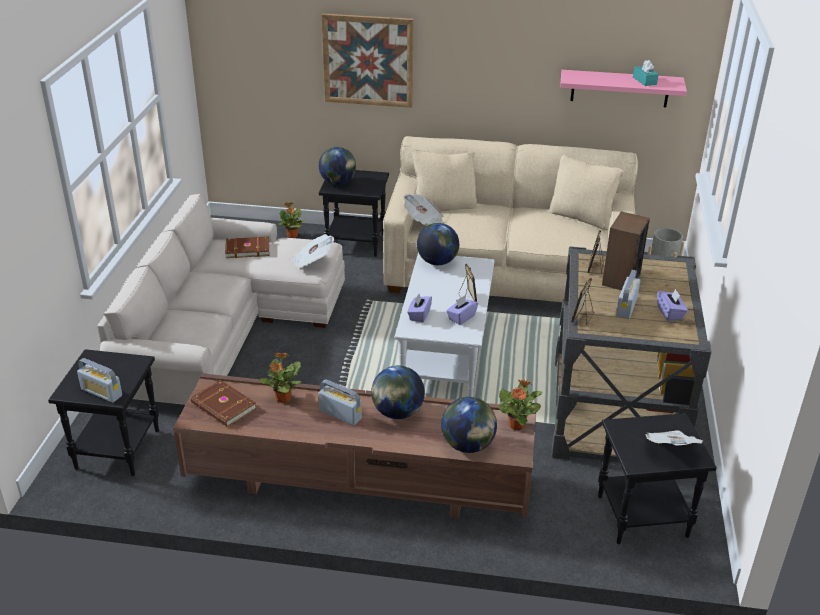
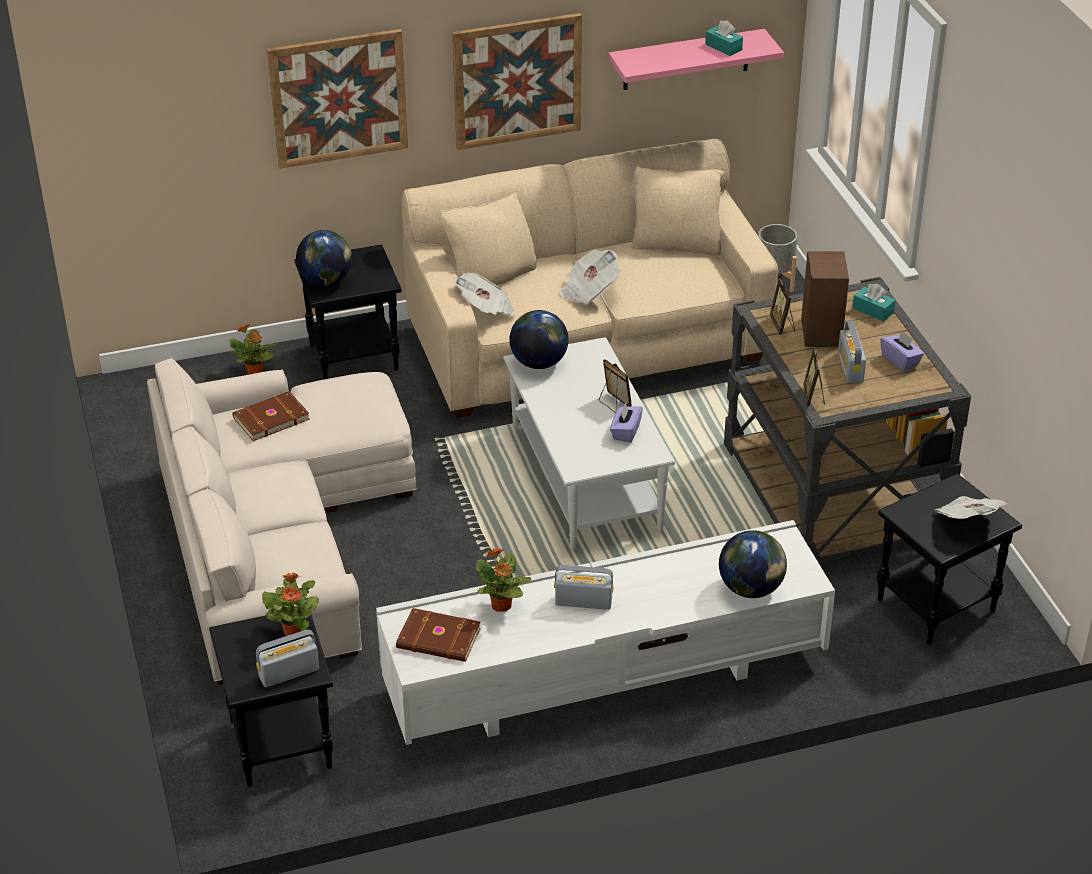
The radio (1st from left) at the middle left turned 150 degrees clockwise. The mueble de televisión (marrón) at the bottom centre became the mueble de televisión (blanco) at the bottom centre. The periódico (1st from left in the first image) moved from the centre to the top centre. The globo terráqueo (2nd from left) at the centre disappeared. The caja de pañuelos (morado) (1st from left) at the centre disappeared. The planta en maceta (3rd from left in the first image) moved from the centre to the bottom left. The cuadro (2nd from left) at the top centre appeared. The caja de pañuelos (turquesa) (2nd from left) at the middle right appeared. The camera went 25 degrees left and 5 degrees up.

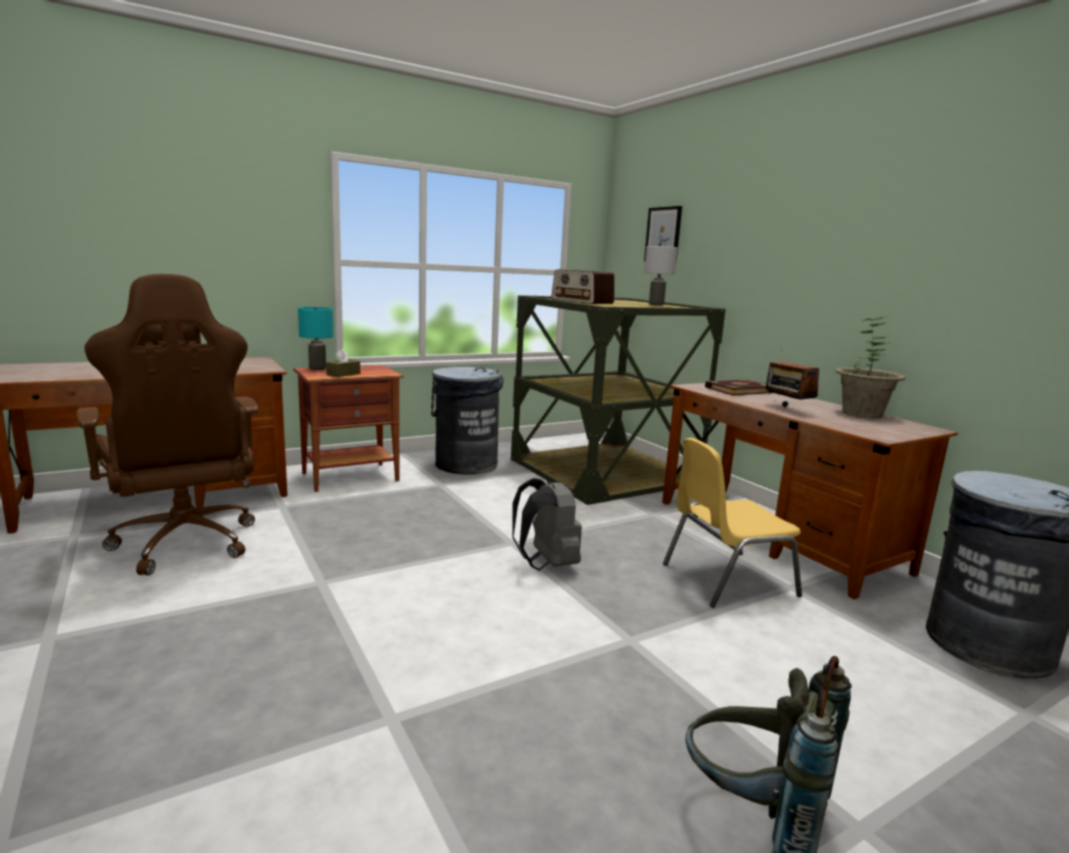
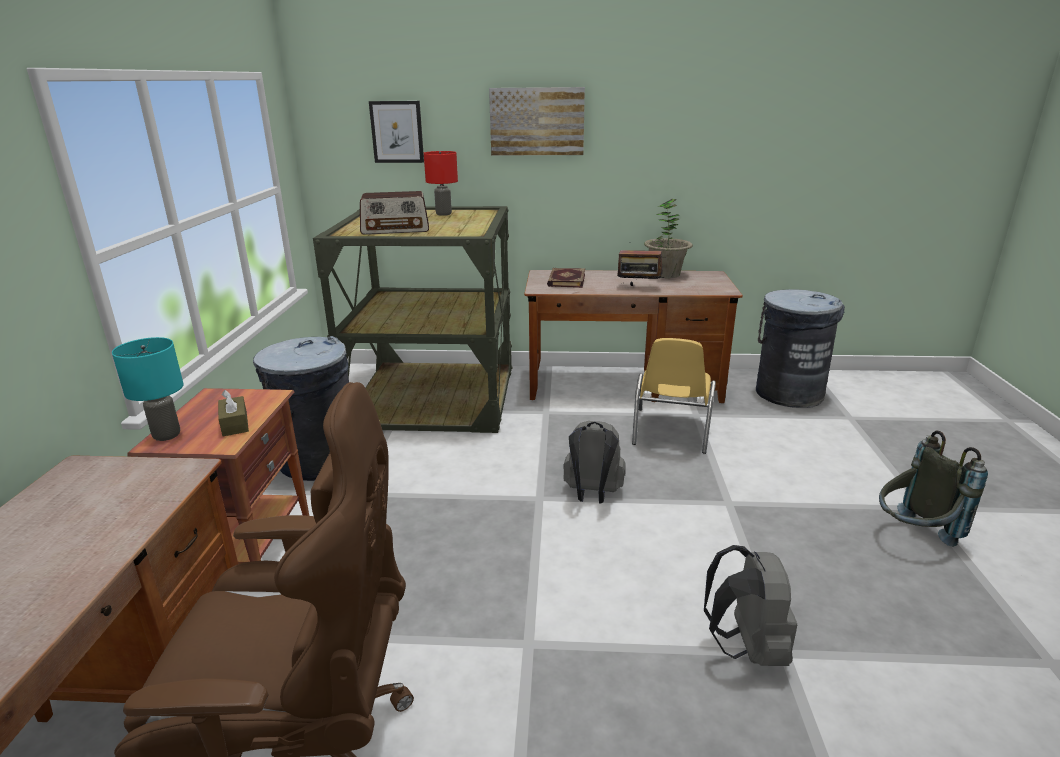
The lámpara de mesa (blanco) at the top centre became the lámpara de mesa (rojo) at the top centre. The cuadro (2nd from left) at the top centre appeared. The mochila (gris) (2nd from left) at the bottom right appeared. The camera went 55 degrees left and 10 degrees up.

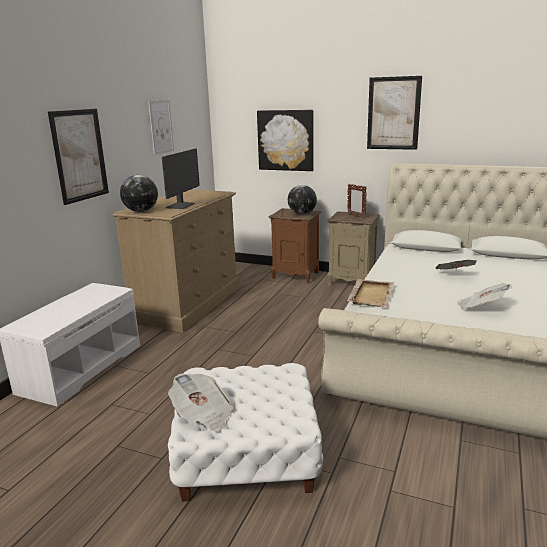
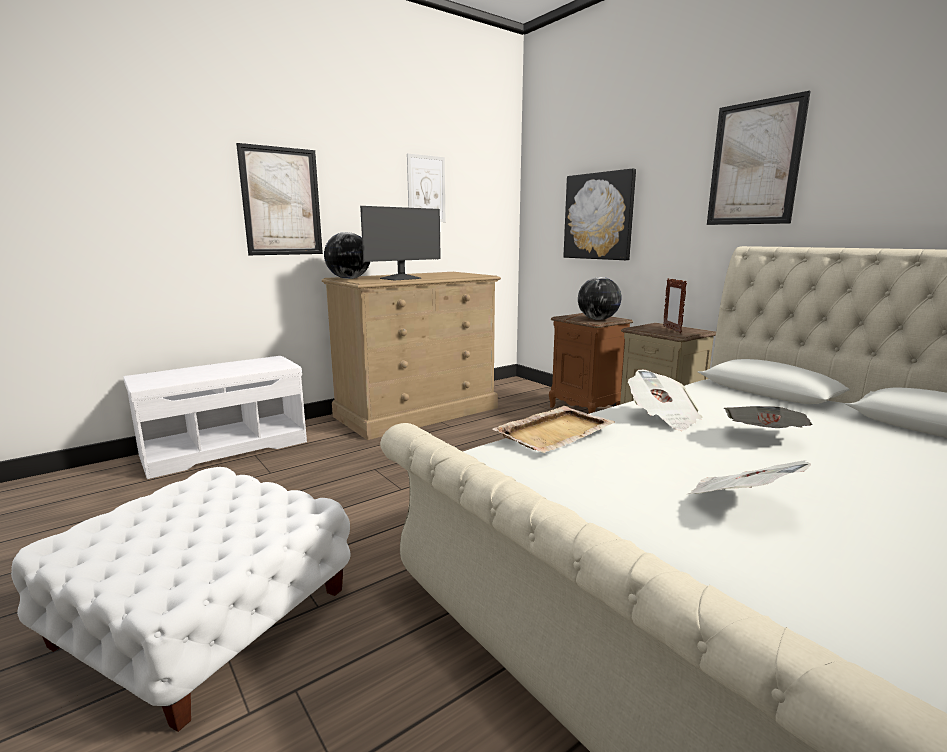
The periódico (1st from left) moved from the bottom centre to the middle right. The camera went 30 degrees right and 5 degrees down.

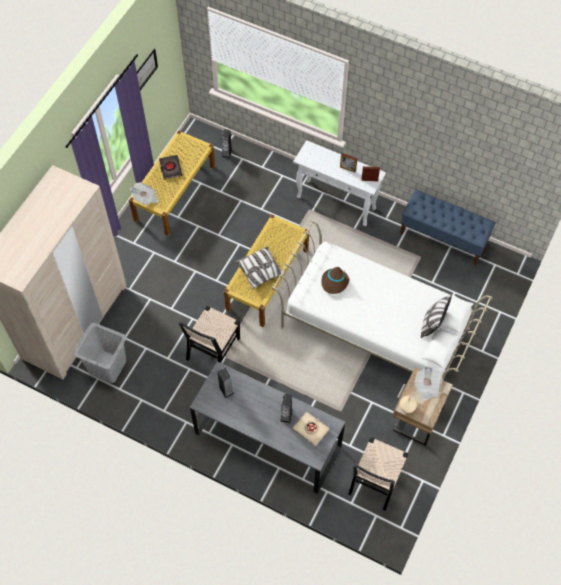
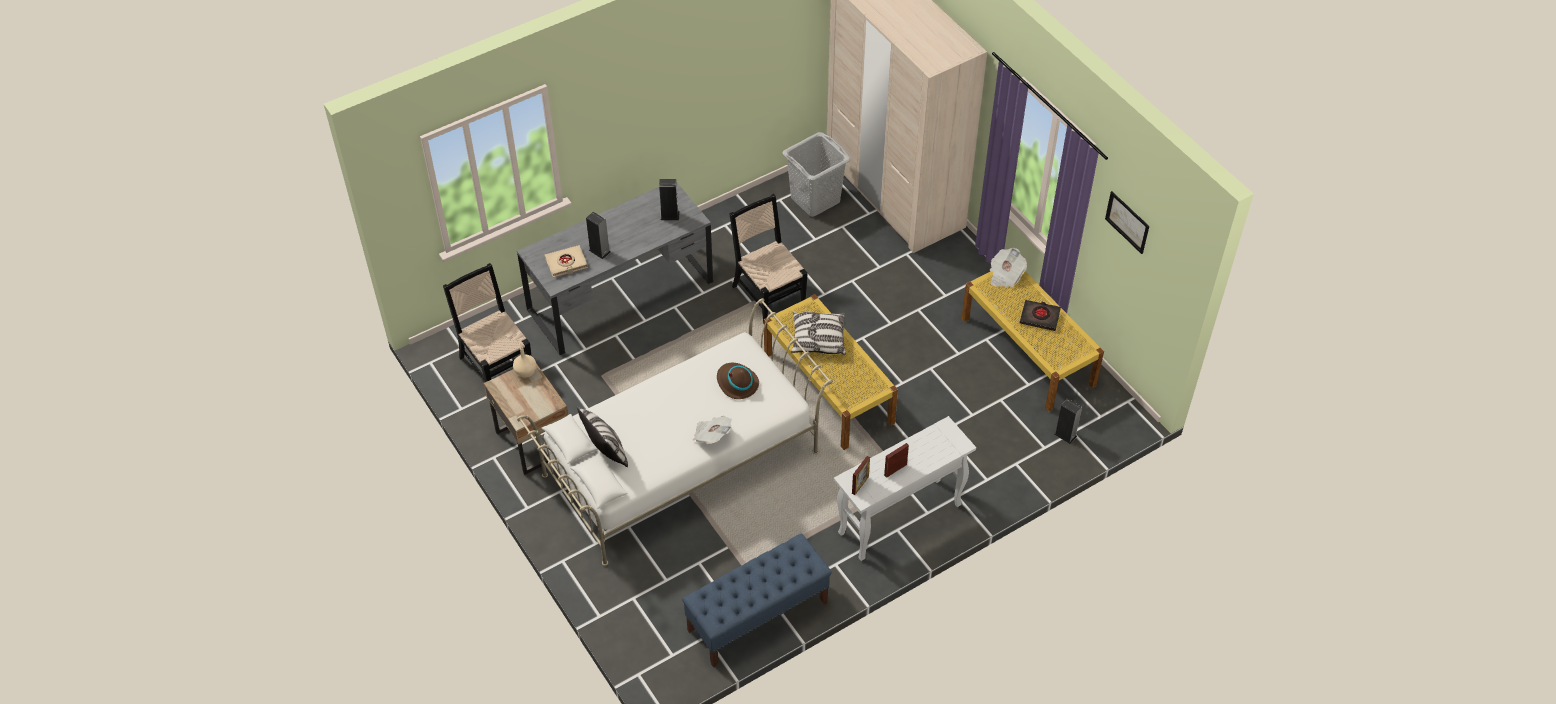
The periódico (2nd from left in the first image) moved from the middle right to the centre. The camera went 120 degrees right and 10 degrees down.

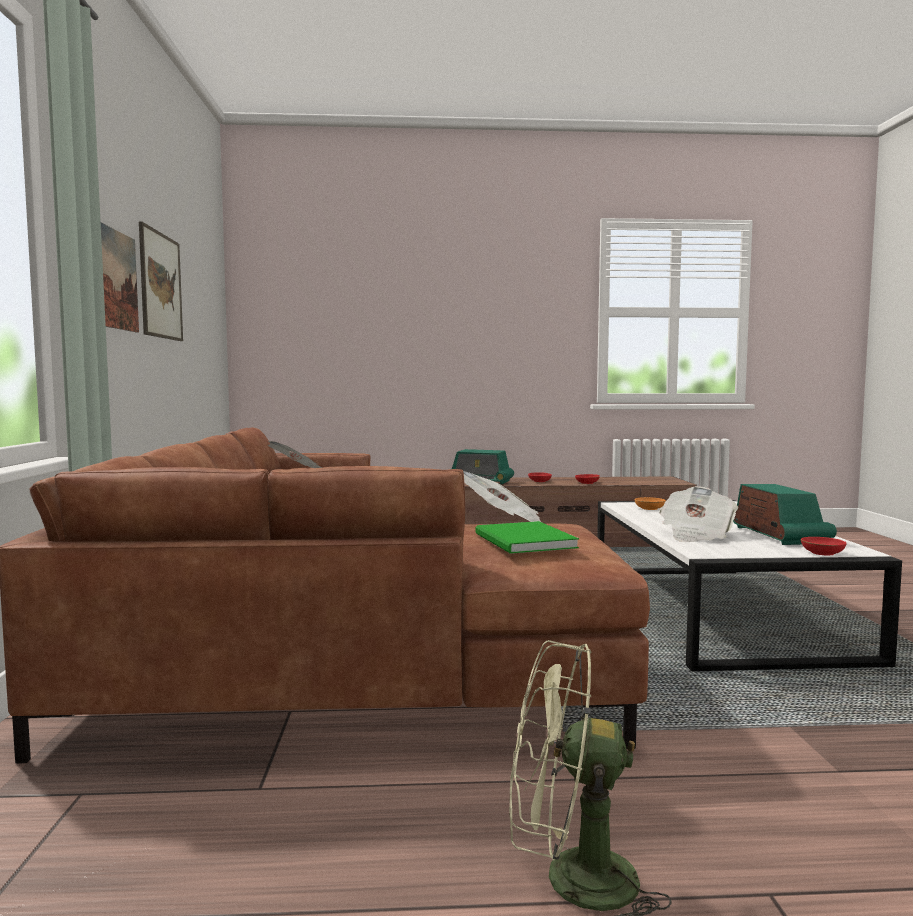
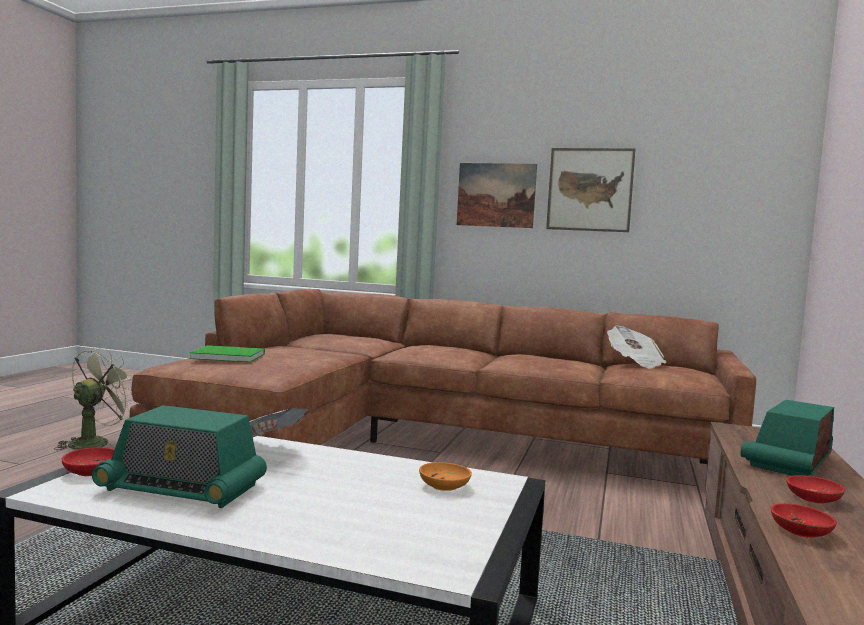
The periódico (2nd from left) at the centre disappeared. The camera went 110 degrees right and 0 degrees up.

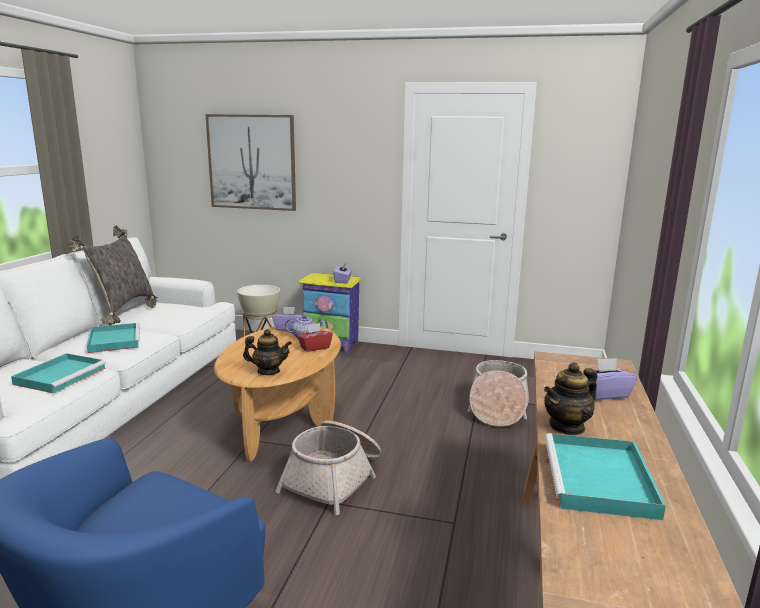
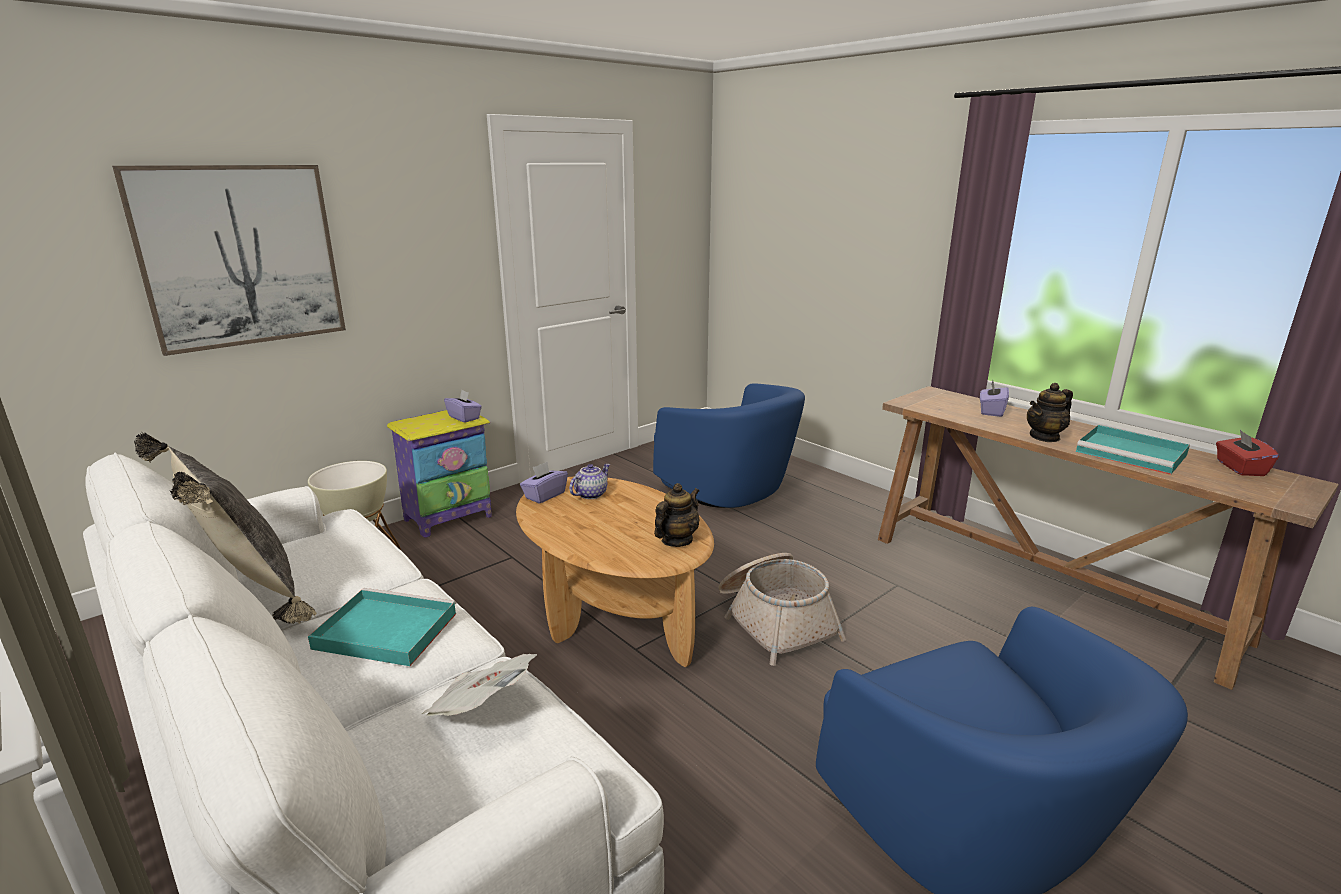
The bandeja (turquesa) (1st from left) at the middle left was replaced by the periódico at the bottom centre. The caja de pañuelos (rojo) moved from the centre to the middle right. The cesta (2nd from left) at the centre was replaced by the sillón (azul) (1st from left) at the centre. The tetera (3rd from left) at the middle right turned 60 degrees clockwise. The camera went 55 degrees left and 5 degrees up.

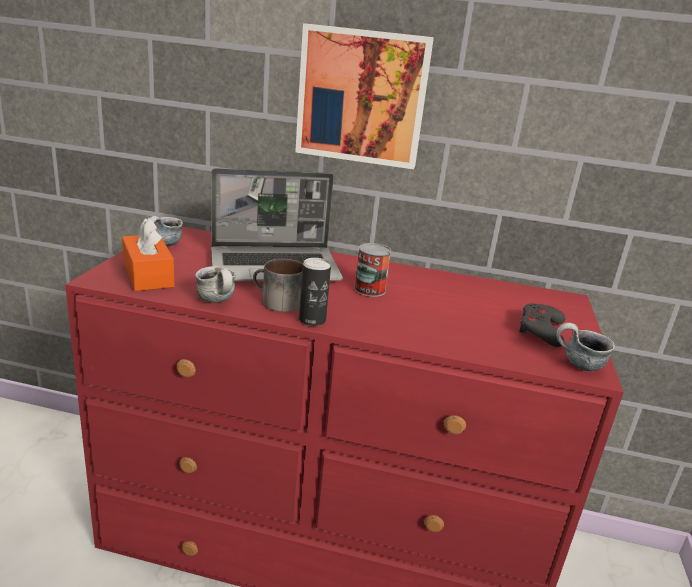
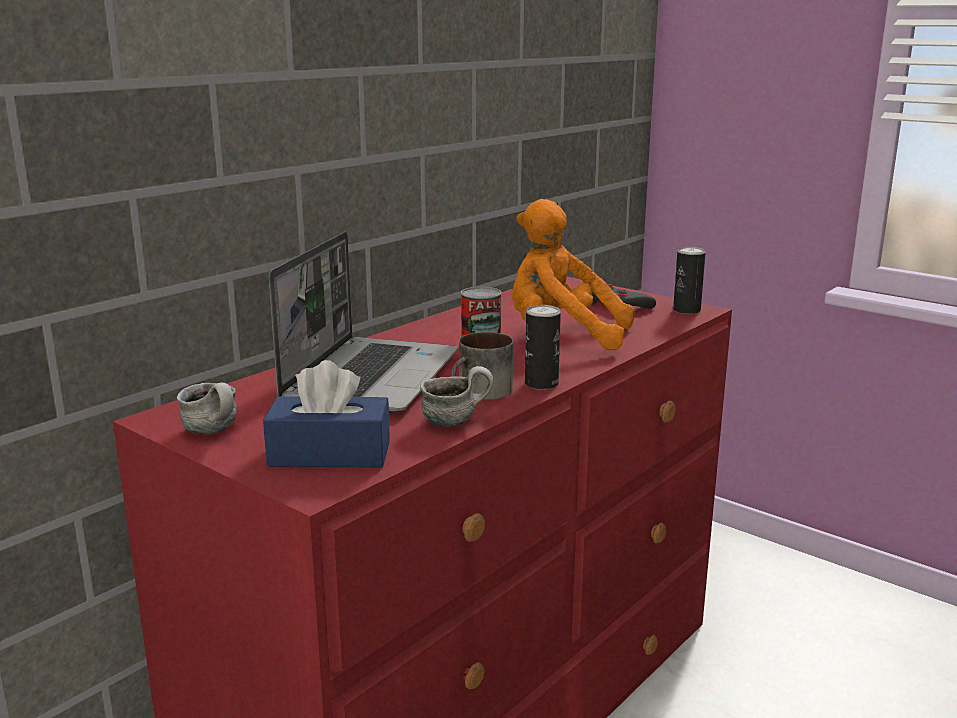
The caja de pañuelos (naranja) at the middle left became the caja de pañuelos (azul) at the centre. The cuadro at the top centre disappeared. The taza grande (4th from left) at the middle right was replaced by the lata (3rd from left) at the middle right. The peluche (naranja) at the centre appeared. The camera went 60 degrees left and 5 degrees down.

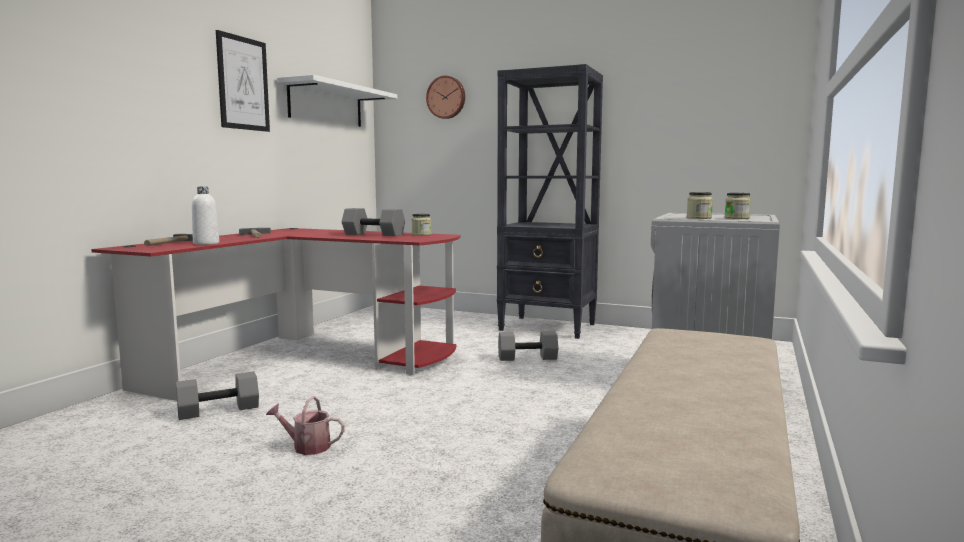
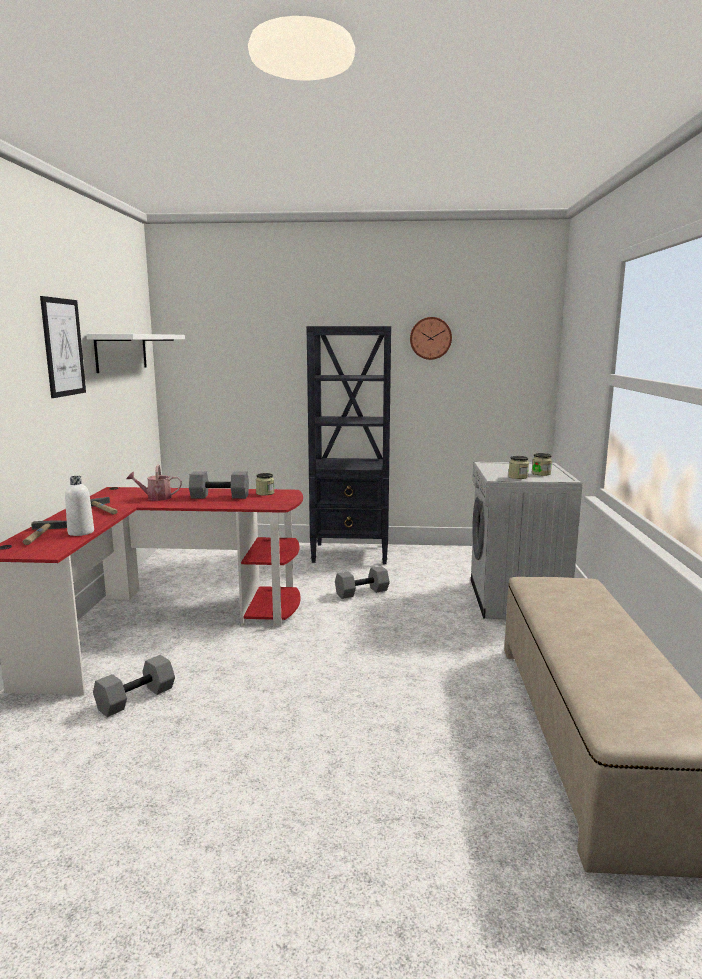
The regadera moved from the bottom left to the middle left. The reloj de pared moved from the top centre to the centre. The camera went 20 degrees left and 5 degrees up.

